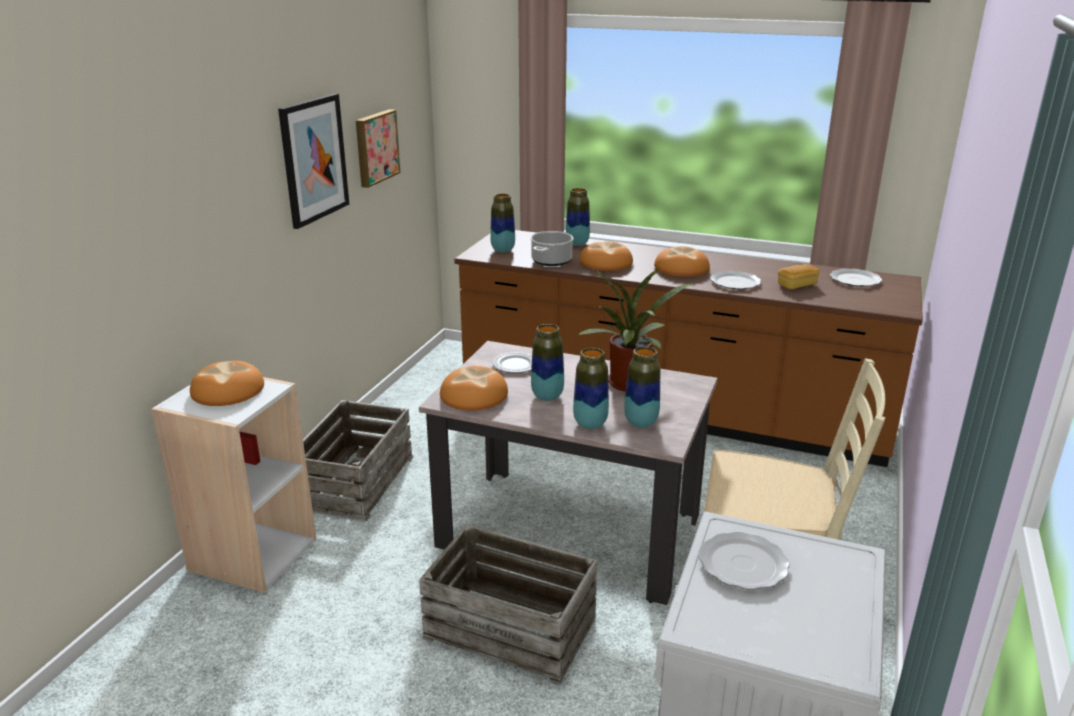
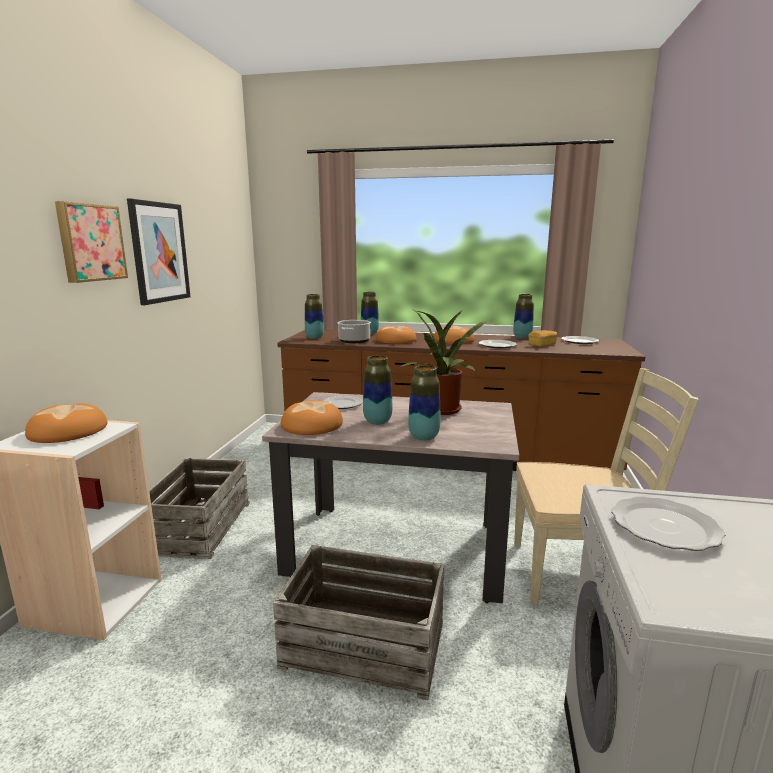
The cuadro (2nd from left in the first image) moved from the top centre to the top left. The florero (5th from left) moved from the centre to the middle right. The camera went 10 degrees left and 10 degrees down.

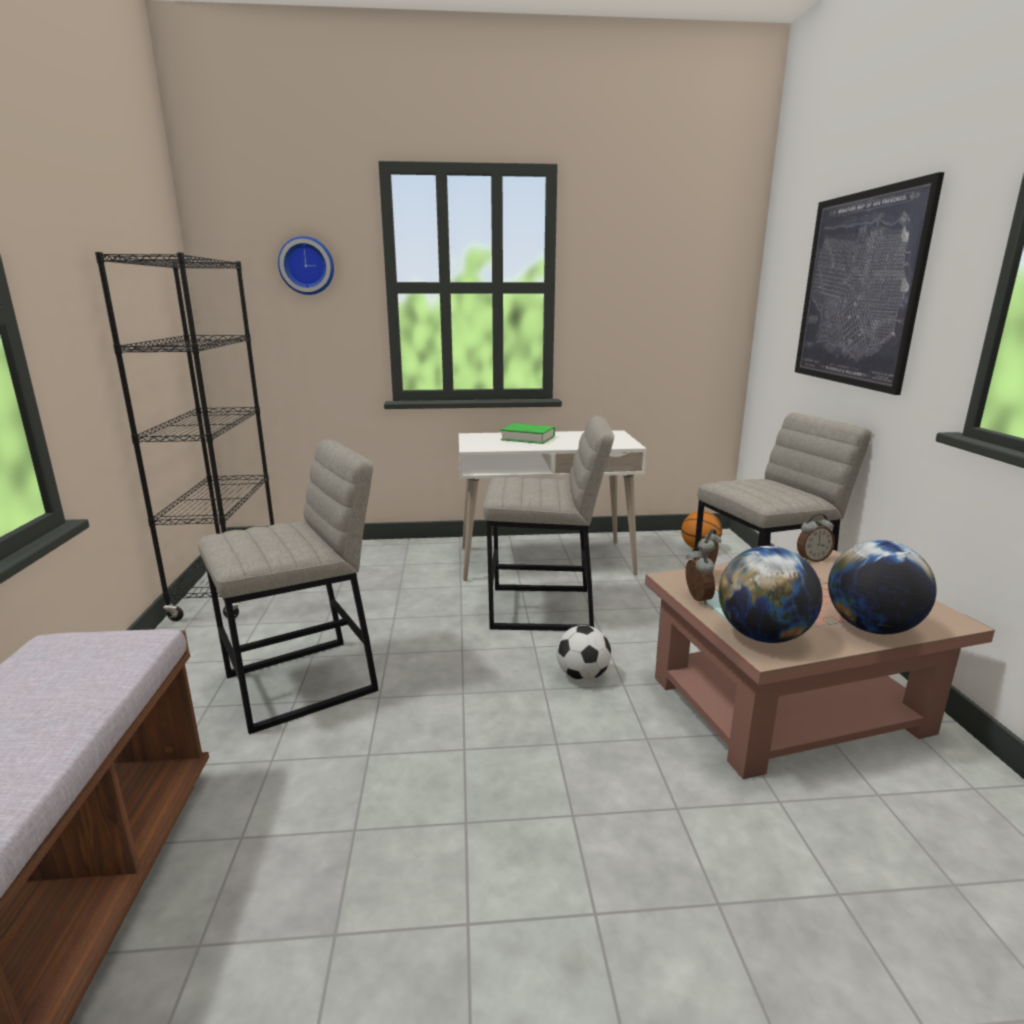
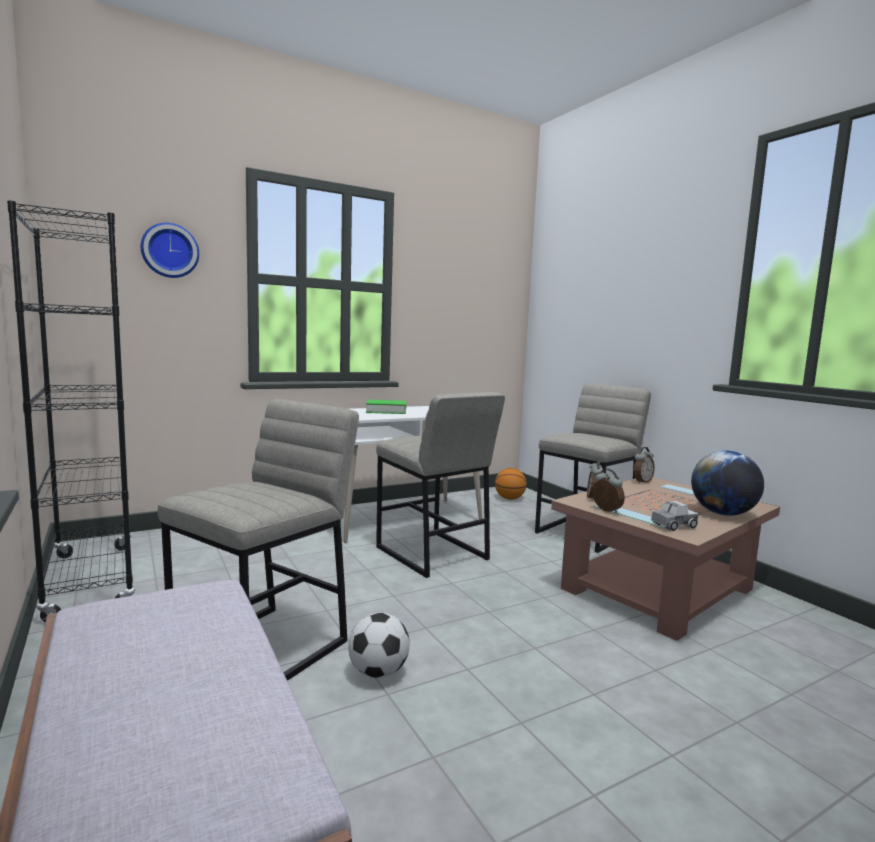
The silla (gris) (2nd from left) at the centre turned 75 degrees clockwise. The balón de fútbol moved from the centre to the bottom centre. The globo terráqueo (1st from left) at the middle right was replaced by the camión de juguete at the middle right. The cuadro at the top right disappeared. The camera went 25 degrees left and 10 degrees down.

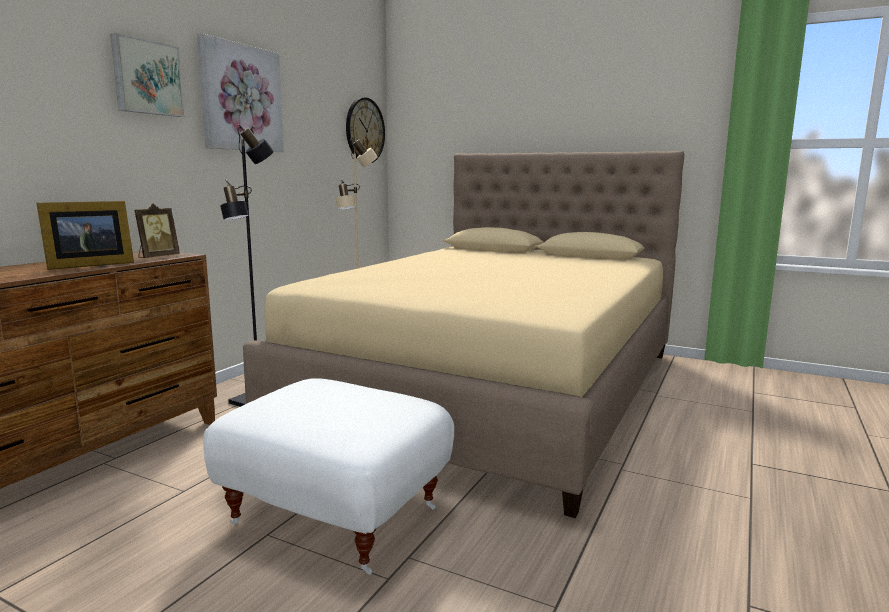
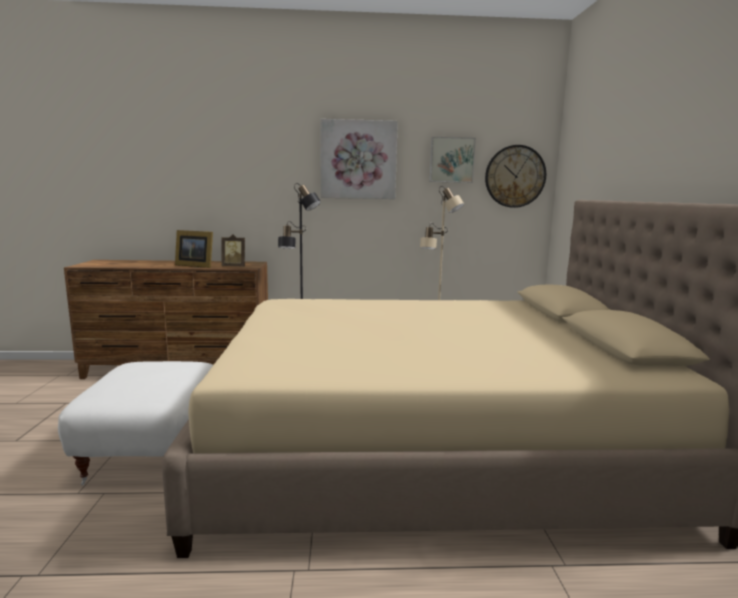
The cuadro (1st from left in the first image) moved from the top left to the top centre. The camera went 60 degrees right and 0 degrees up.

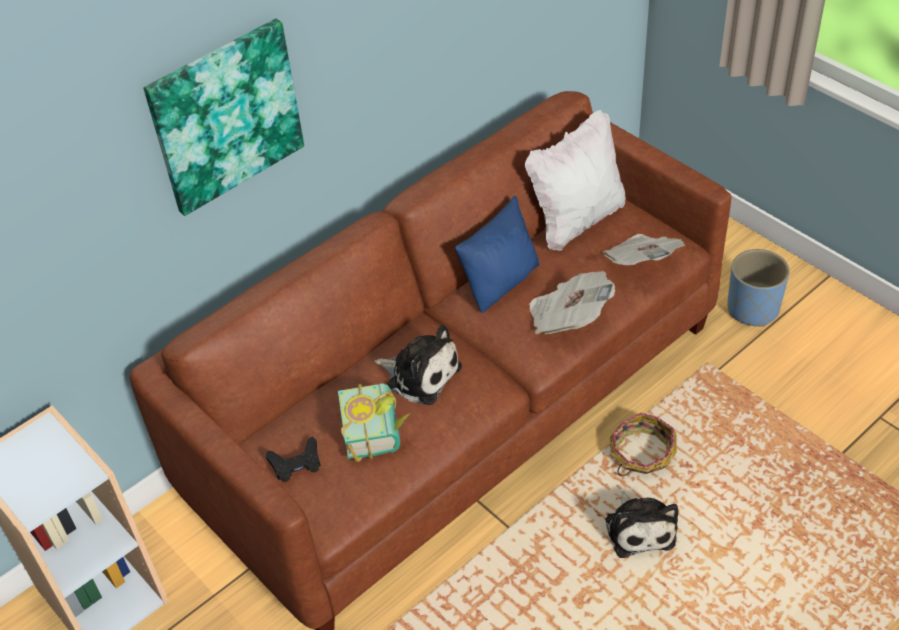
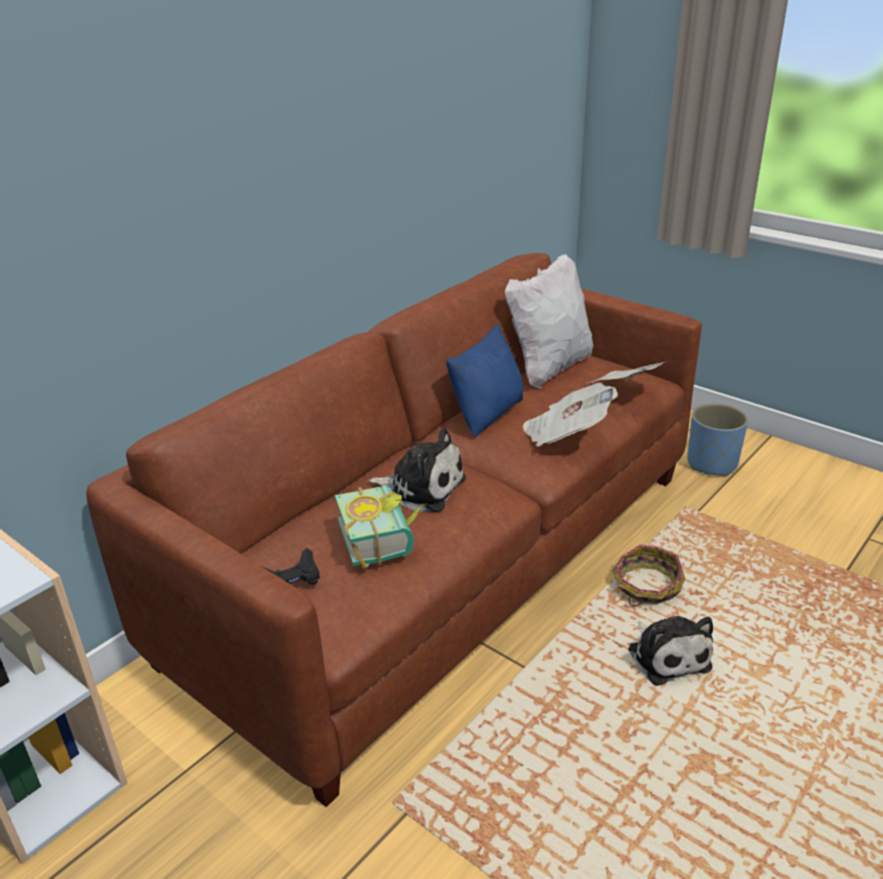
The cuadro at the top left disappeared. The camera went 10 degrees left and 15 degrees down.

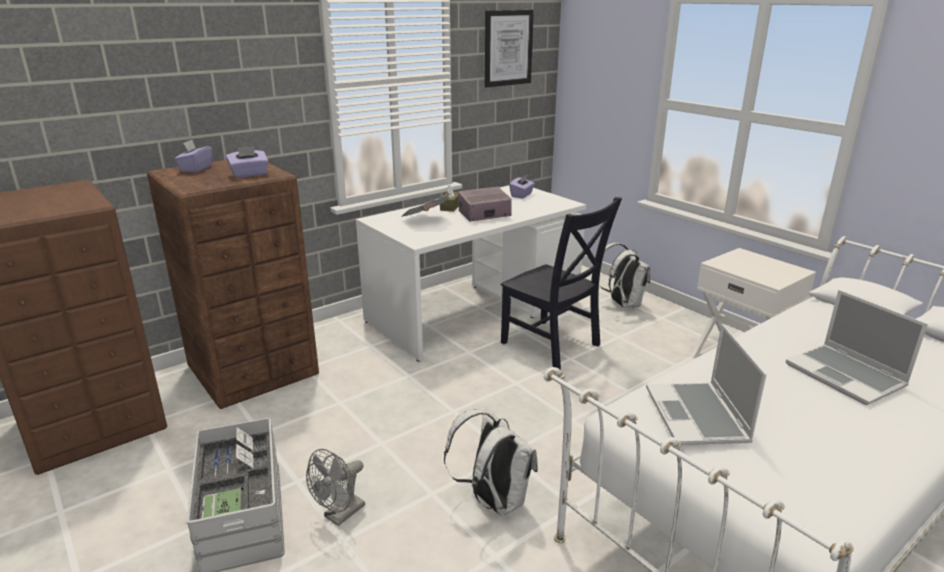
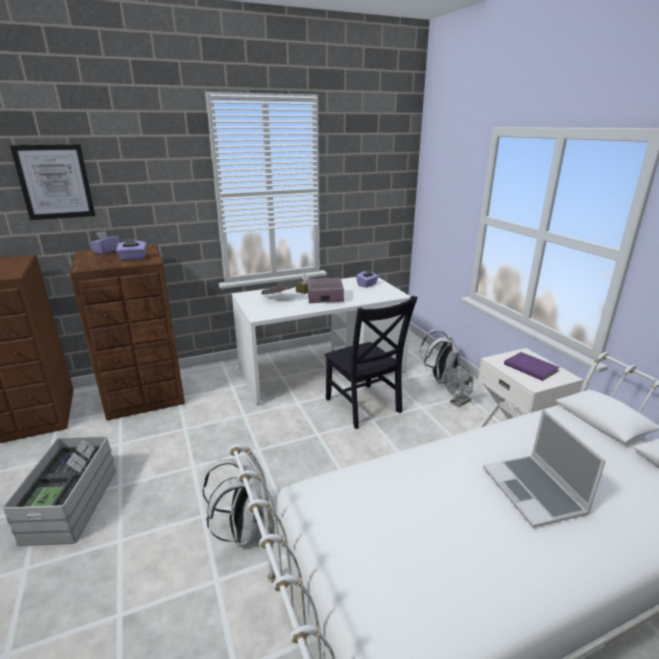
The ventilador (gris) moved from the bottom centre to the middle right. The cuadro moved from the top centre to the top left. The portátil (1st from left) at the bottom right disappeared. The libro (morado) at the middle right appeared. The camera went 15 degrees right and 0 degrees up.

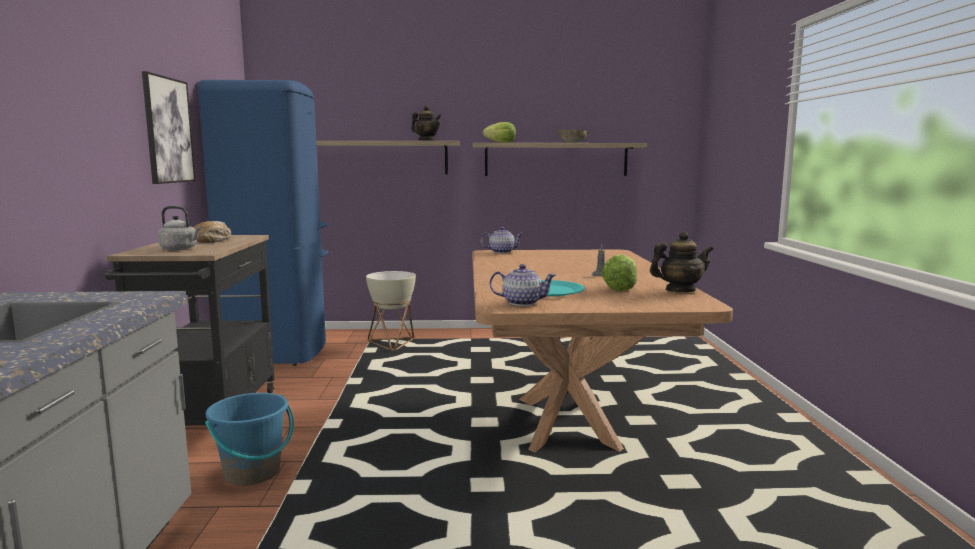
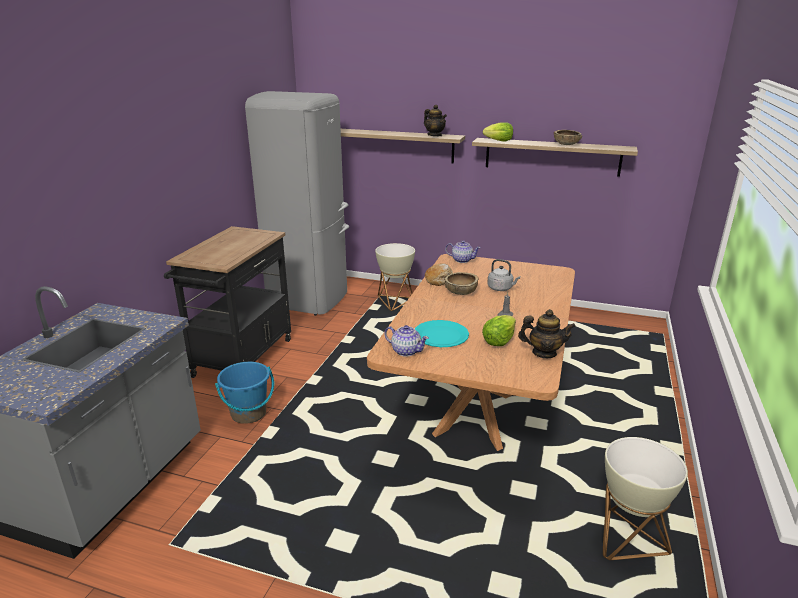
The cuadro at the top left disappeared. The hervidor (gris) moved from the middle left to the centre. The pan moved from the middle left to the centre. The nevera (azul) at the middle left became the nevera (gris) at the centre. The cuenco (marrón) (1st from left) at the centre appeared. The maceta (2nd from left) at the bottom right appeared. The camera went 20 degrees right and 15 degrees up.

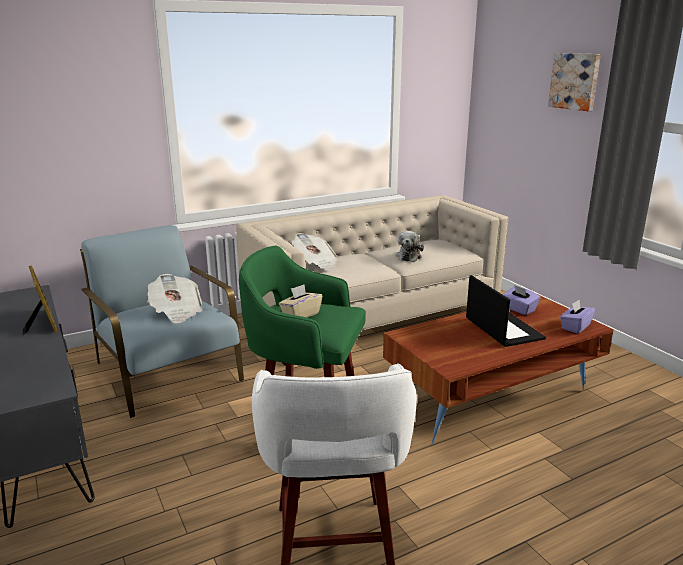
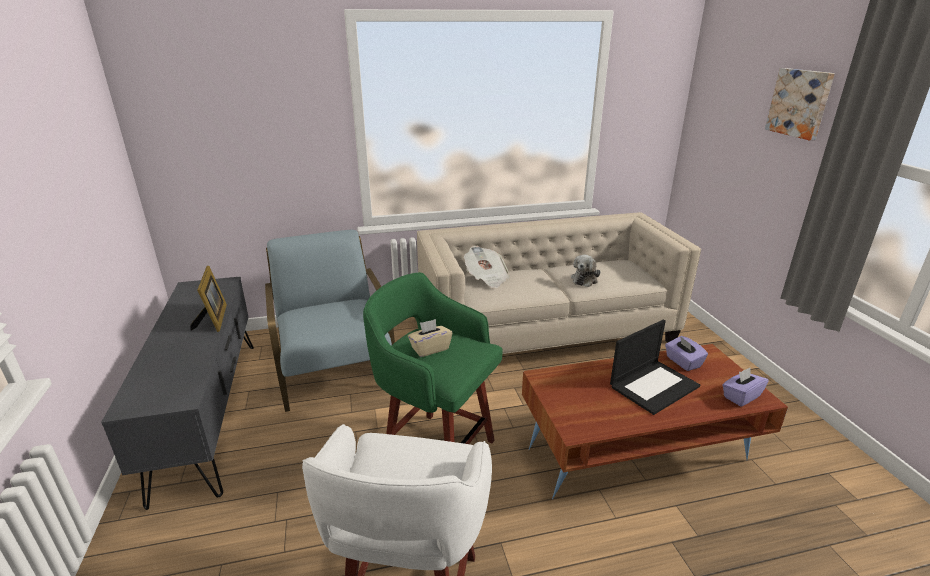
The periódico (1st from left) at the middle left disappeared. The portátil at the middle right turned 60 degrees clockwise. The camera went 15 degrees right and 5 degrees up.

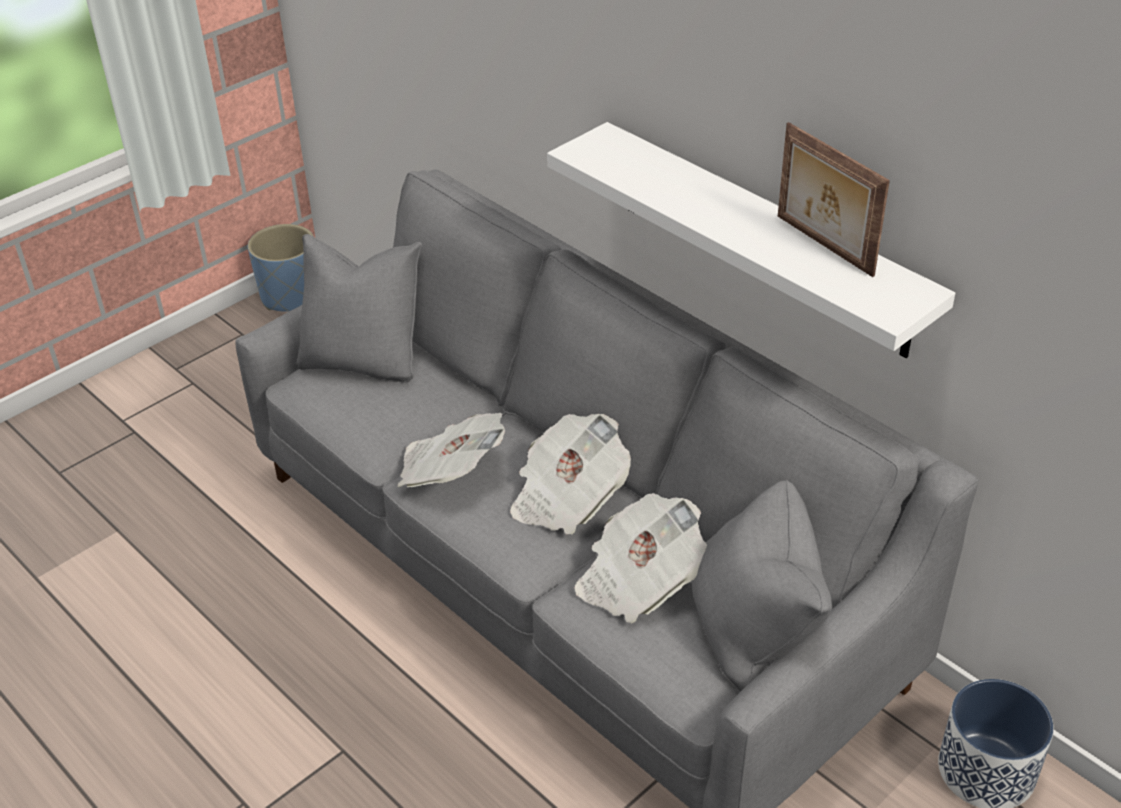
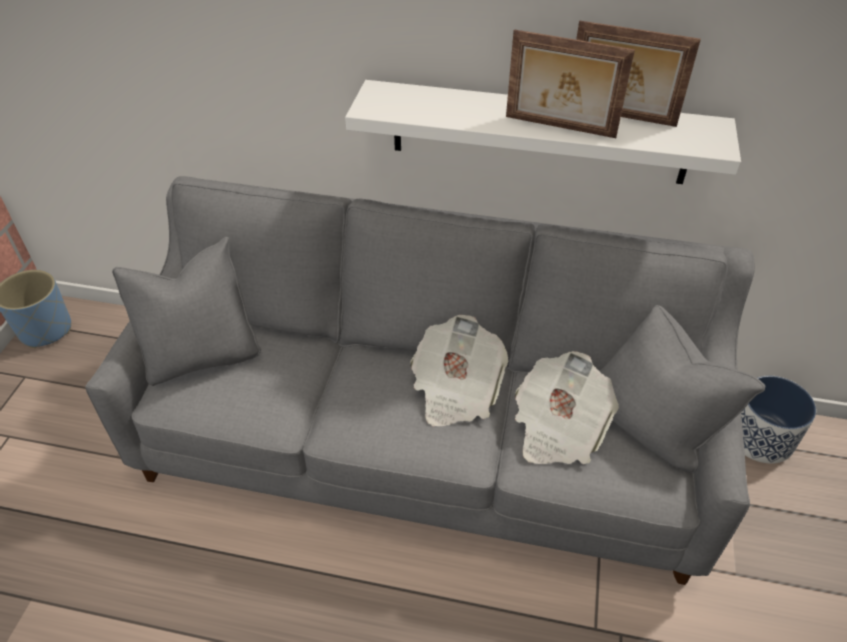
The periódico (1st from left) at the centre disappeared. The portarretratos (1st from left) at the top right appeared. The camera went 35 degrees left and 5 degrees up.

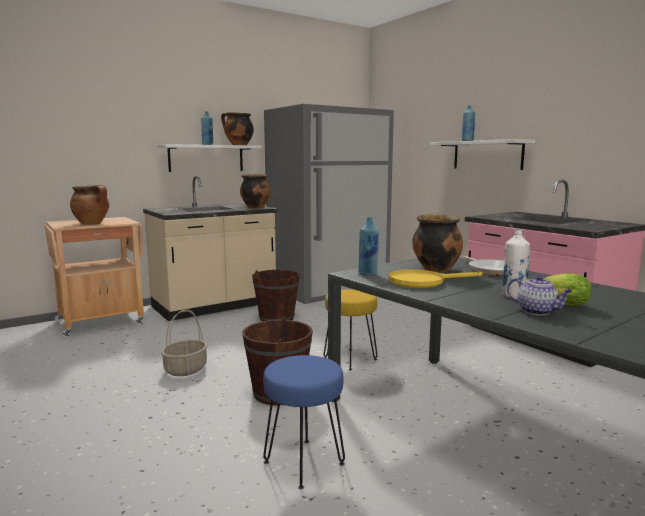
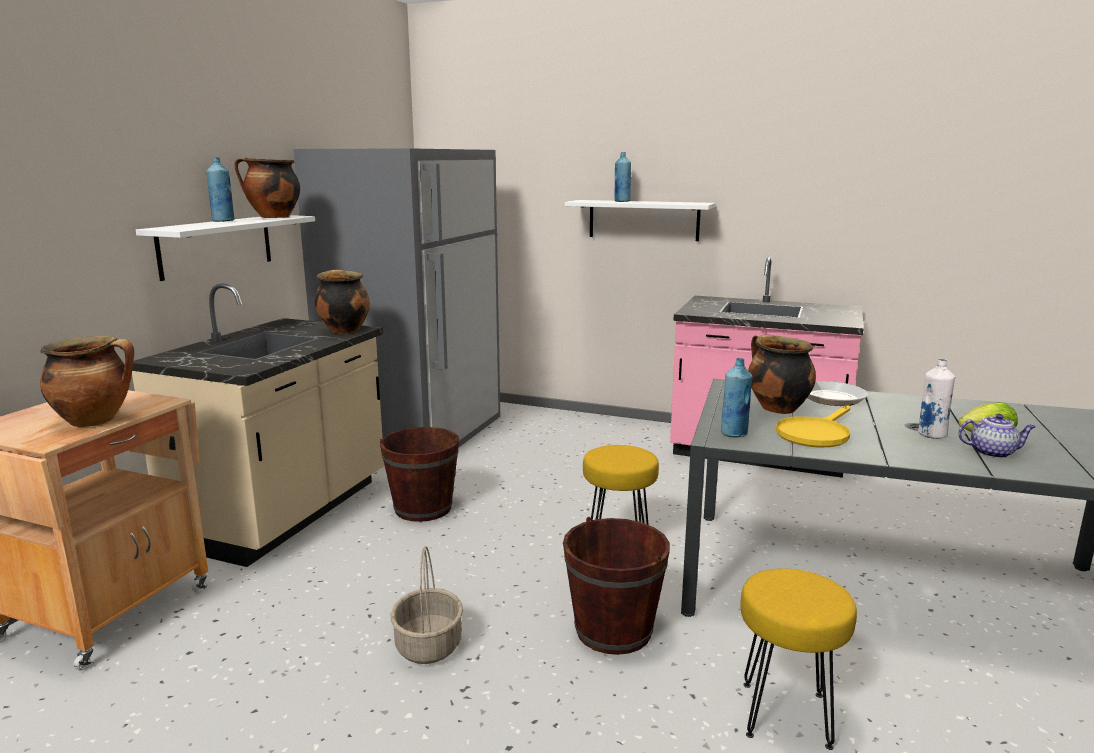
The taburete (azul) at the bottom centre became the taburete (amarillo) (2nd from left) at the bottom right. The camera went 35 degrees left and 5 degrees up.

